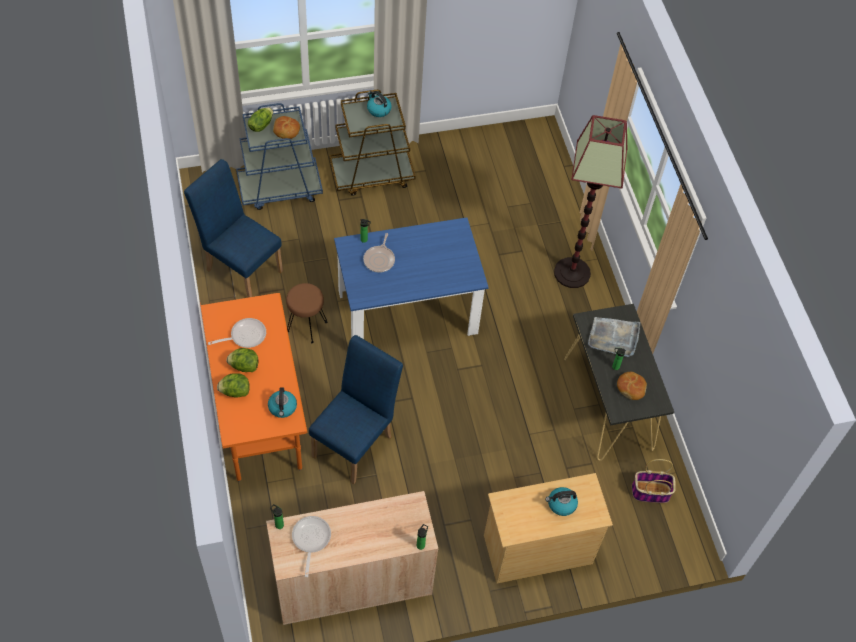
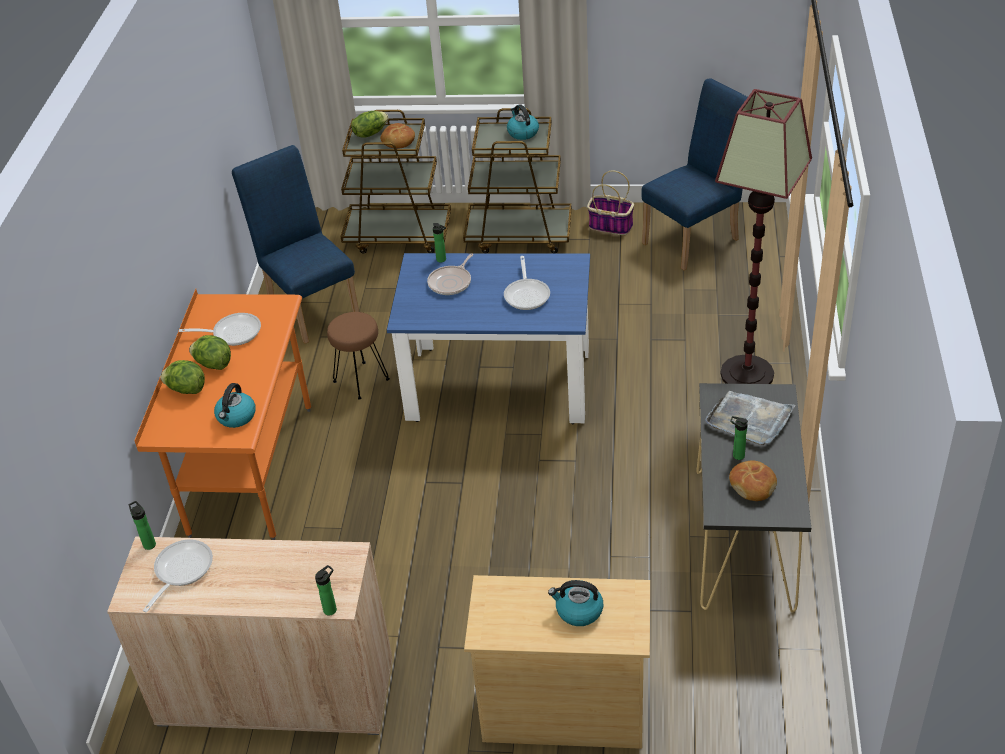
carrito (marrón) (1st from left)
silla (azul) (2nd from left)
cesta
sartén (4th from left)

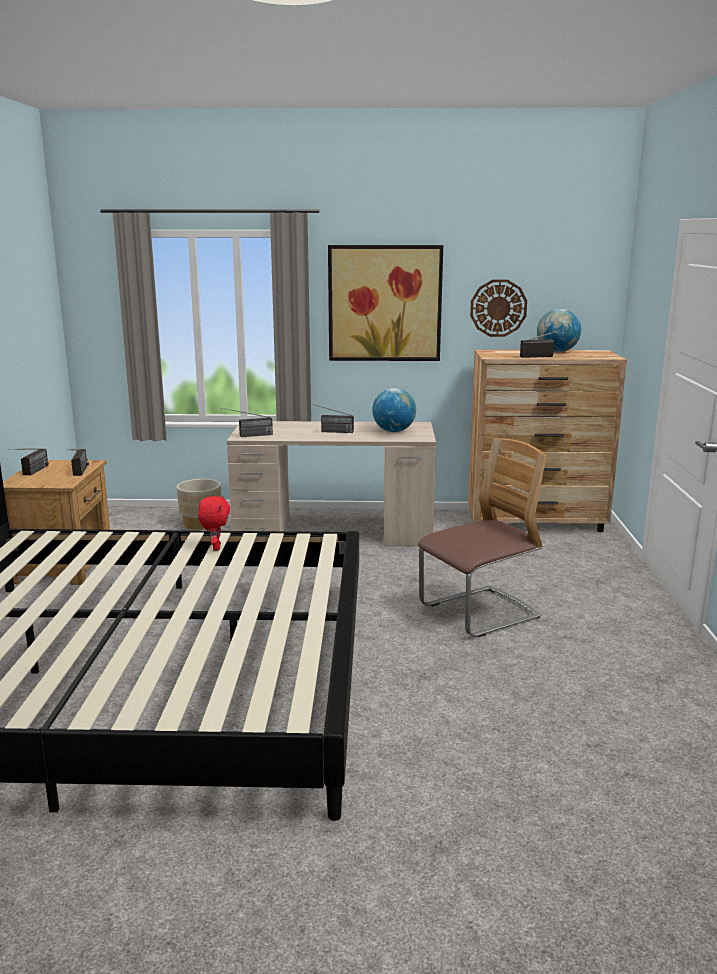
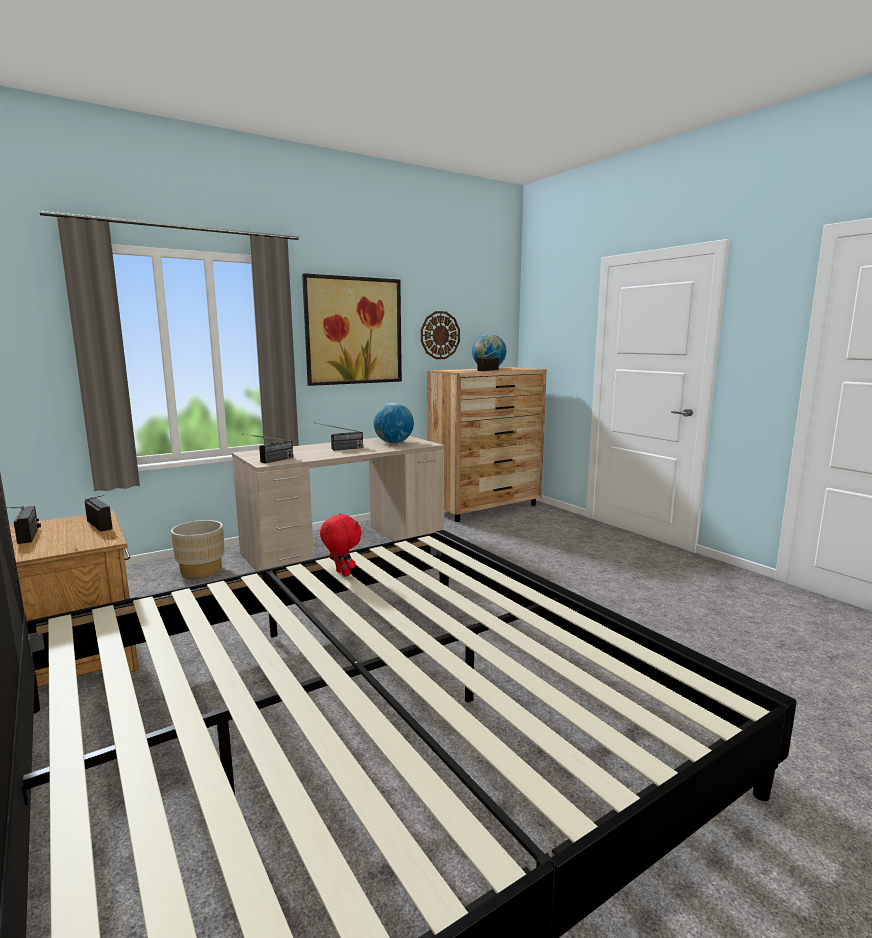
silla

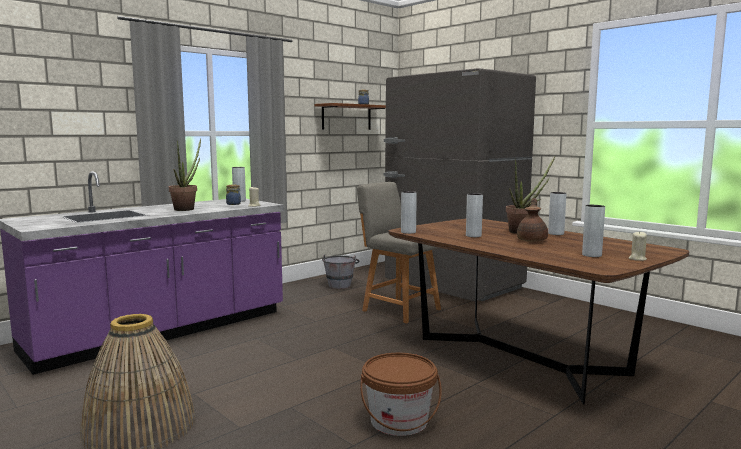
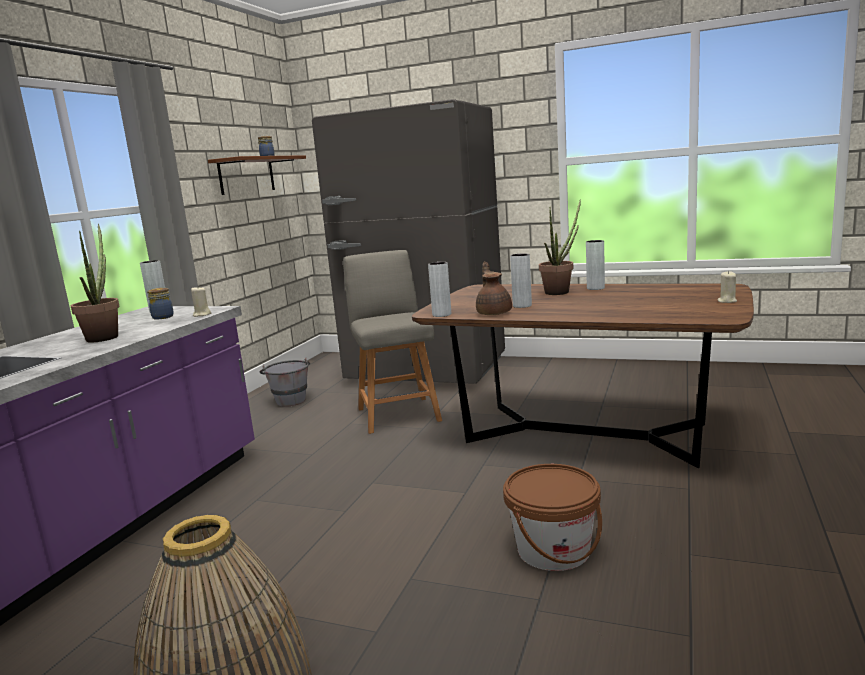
silla (gris)
tetera (marrón)
florero (gris) (5th from left in the first image)

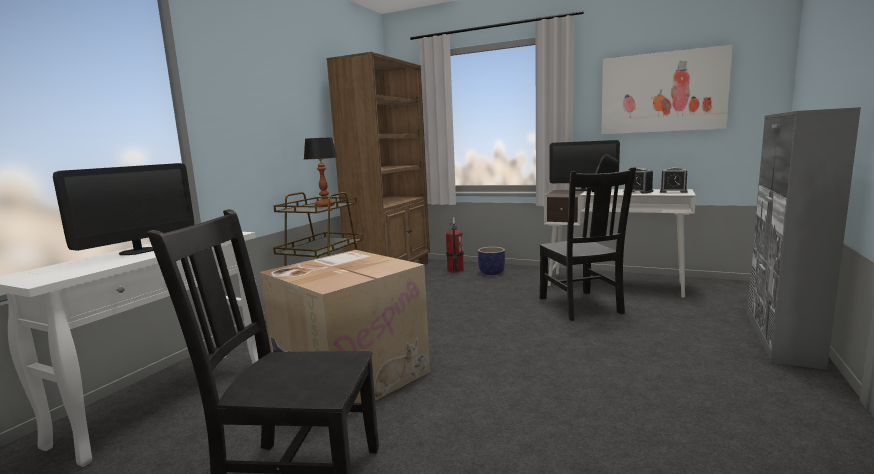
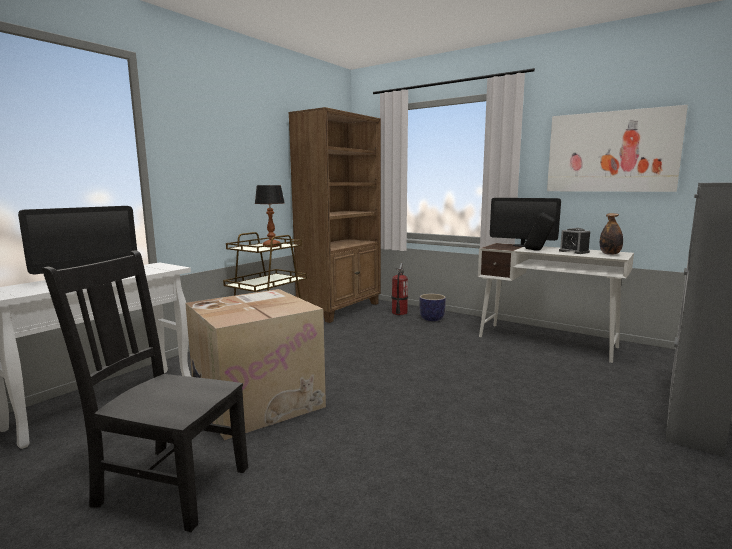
silla (negro) (2nd from left in the first image)
botella

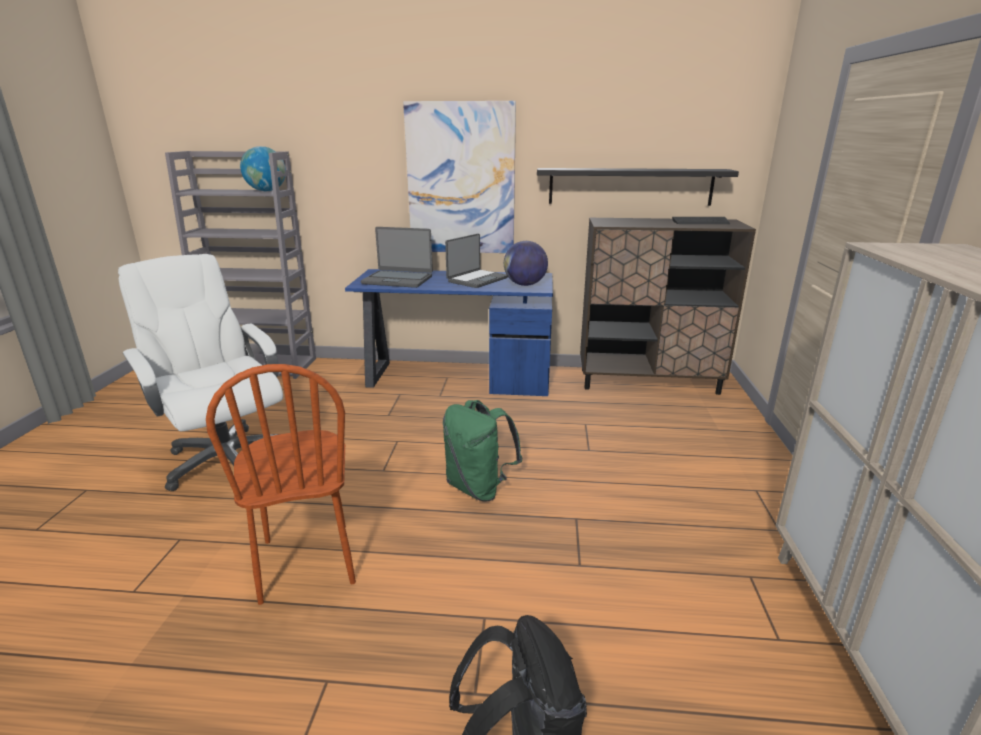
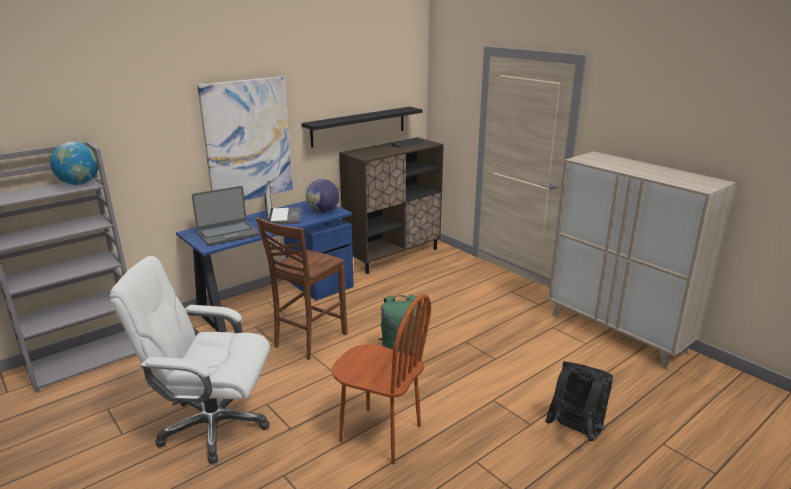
silla (marrón) (1st from left)

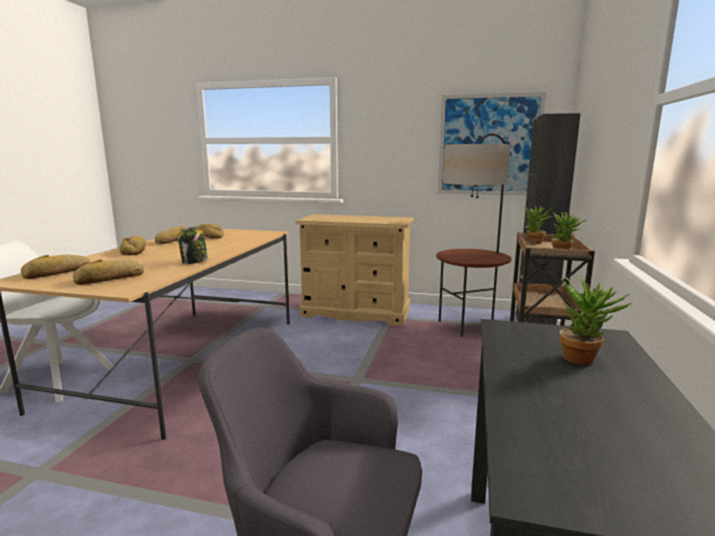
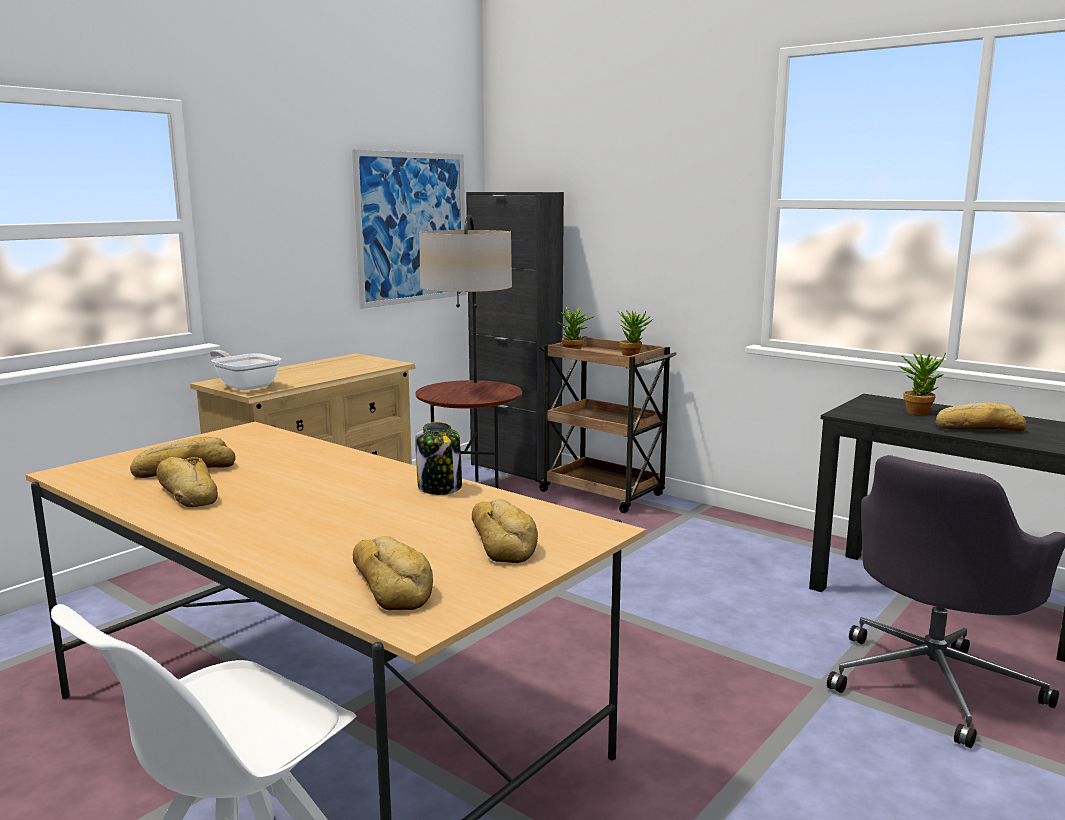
pan (5th from left)
sartén

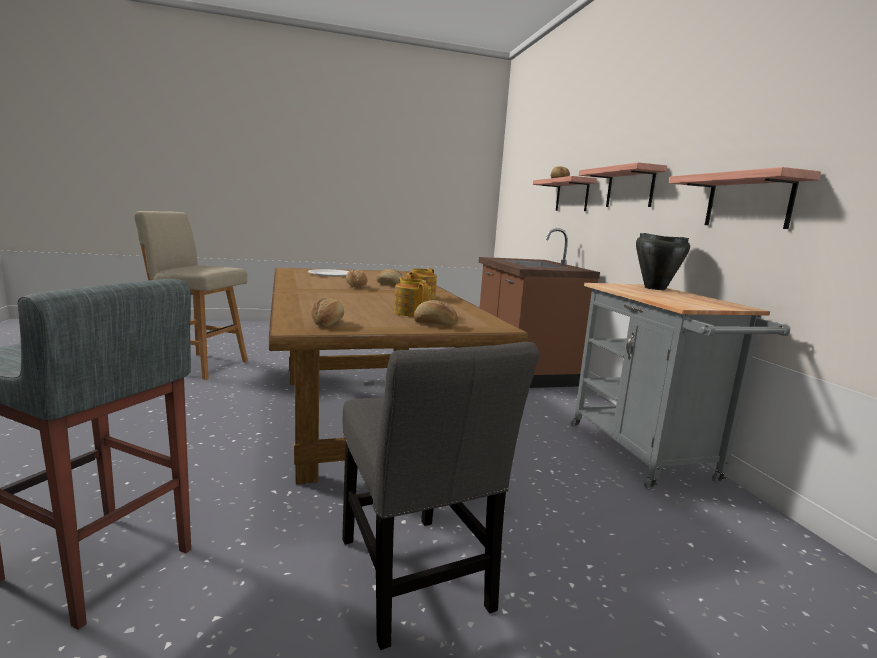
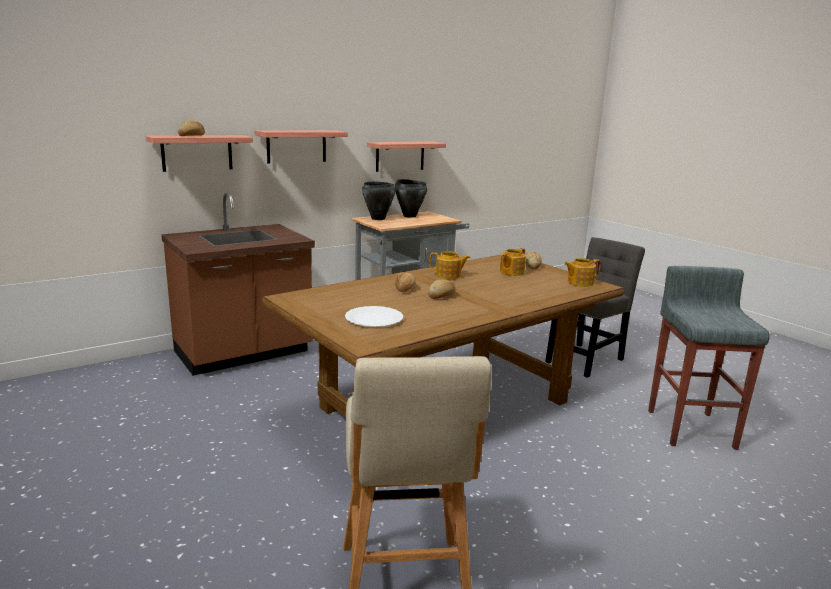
tetera (3rd from left)
olla (negro) (2nd from left)

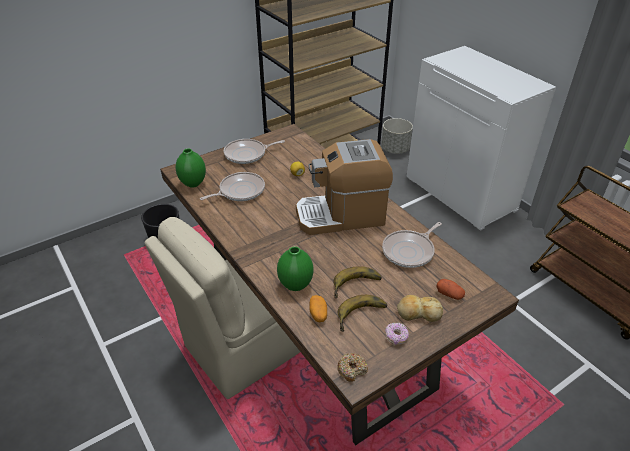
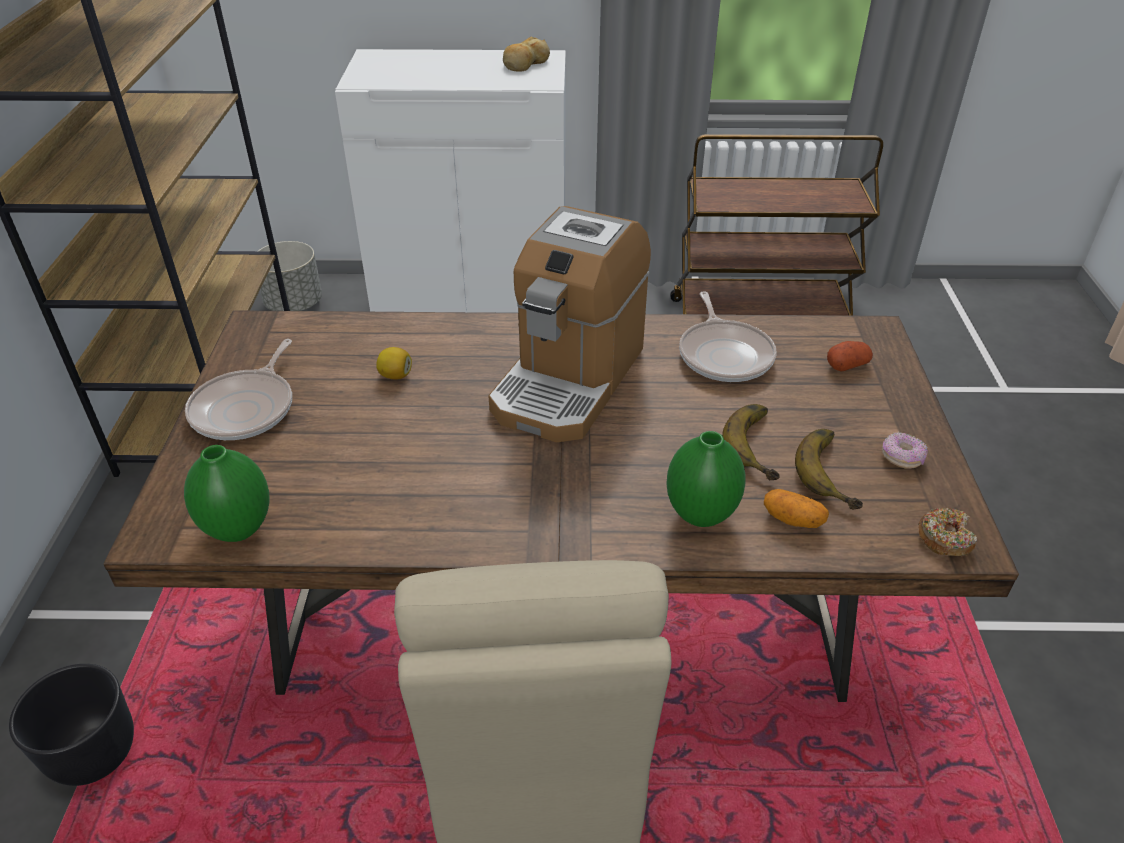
sartén (1st from left in the first image)
pan

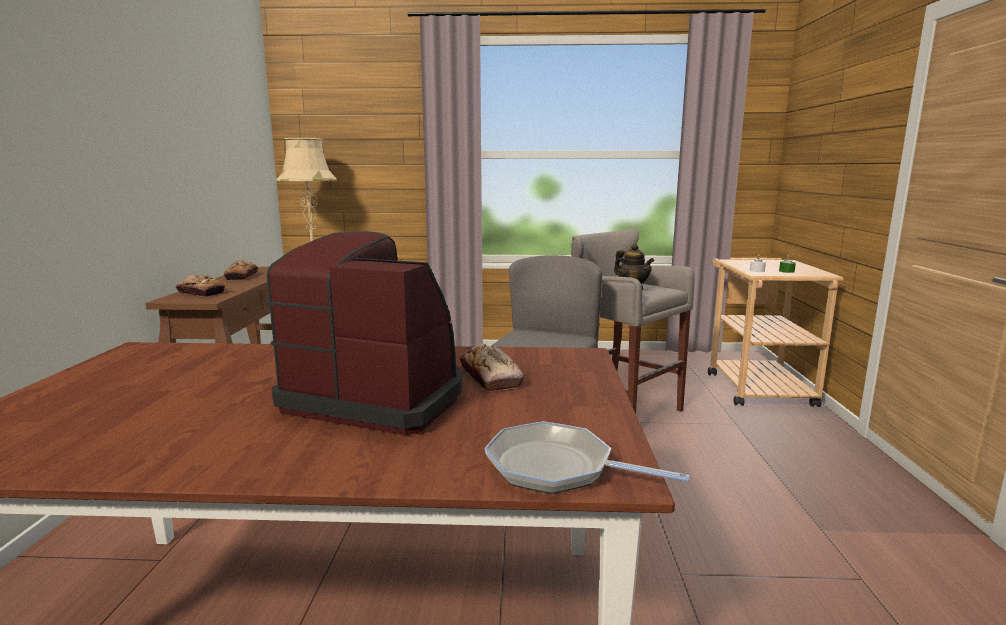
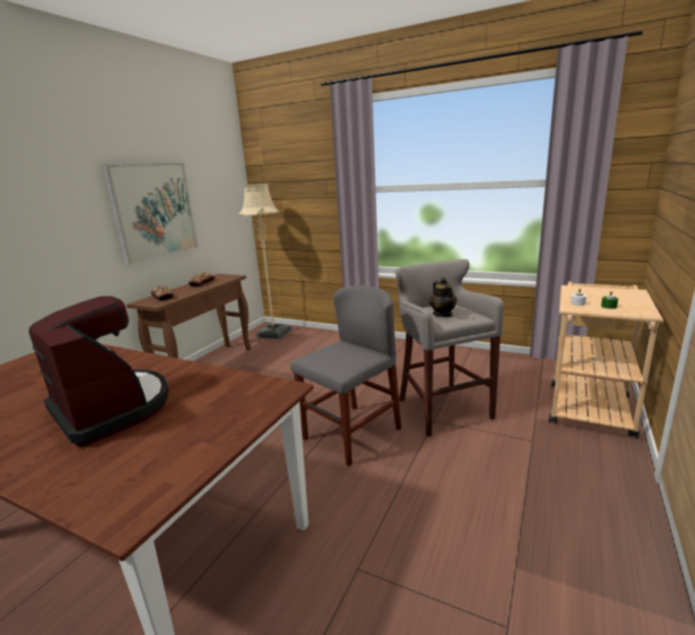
pan (3rd from left in the first image)
sartén
cuadro

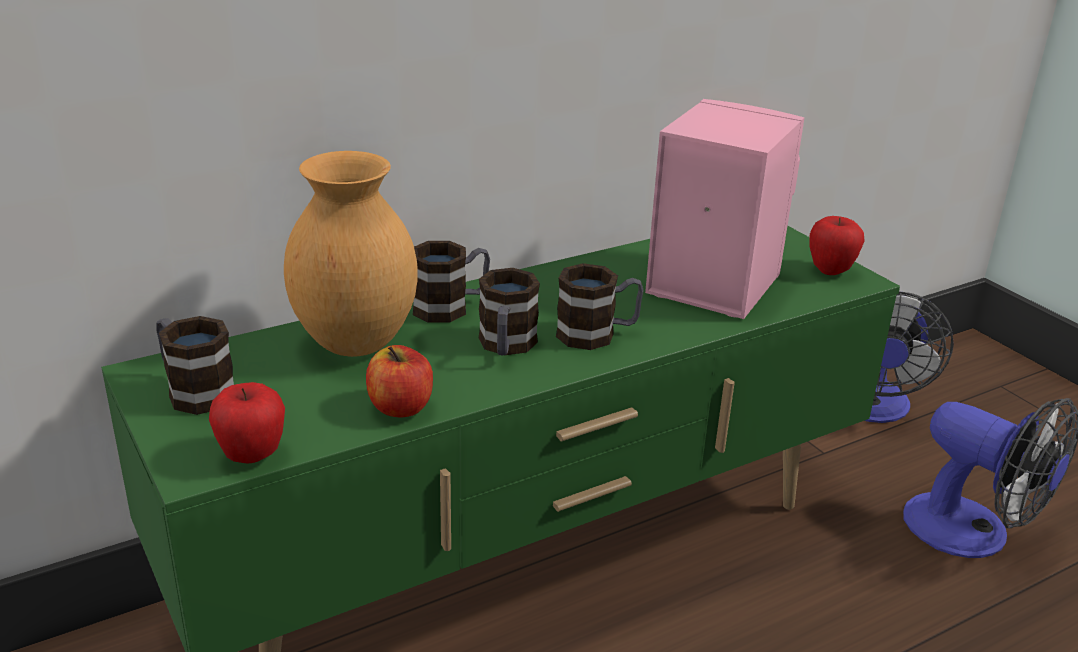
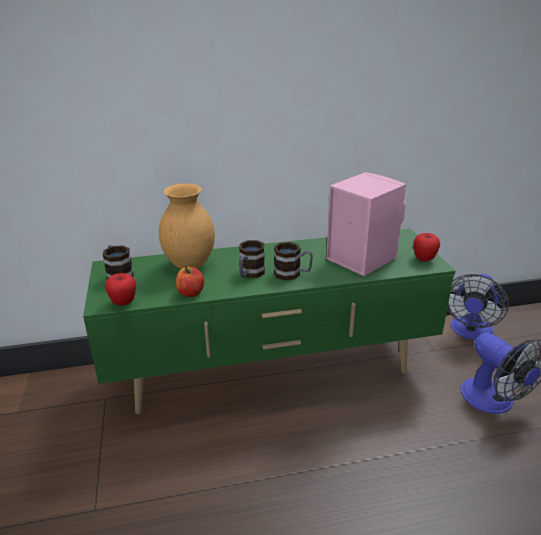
taza grande (2nd from left in the first image)

